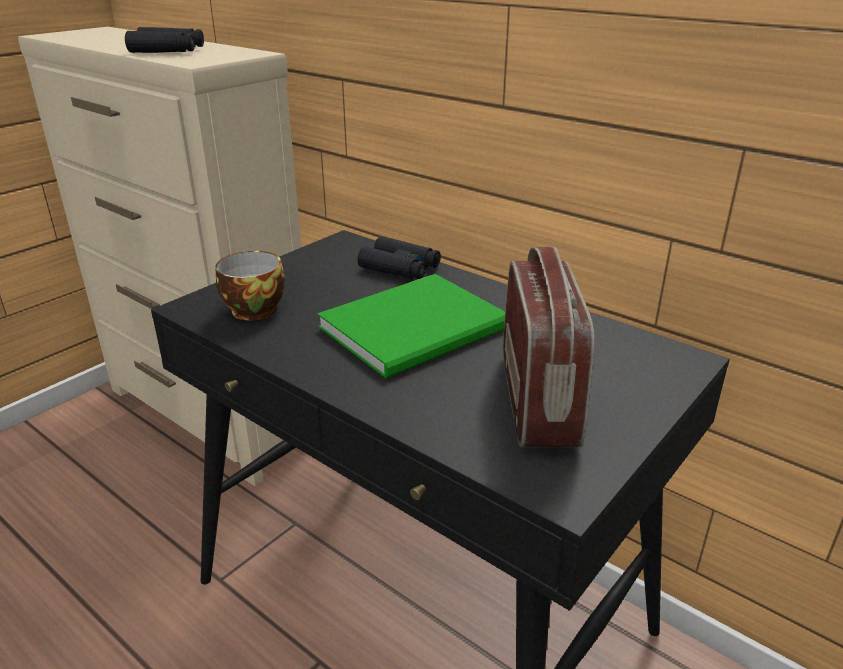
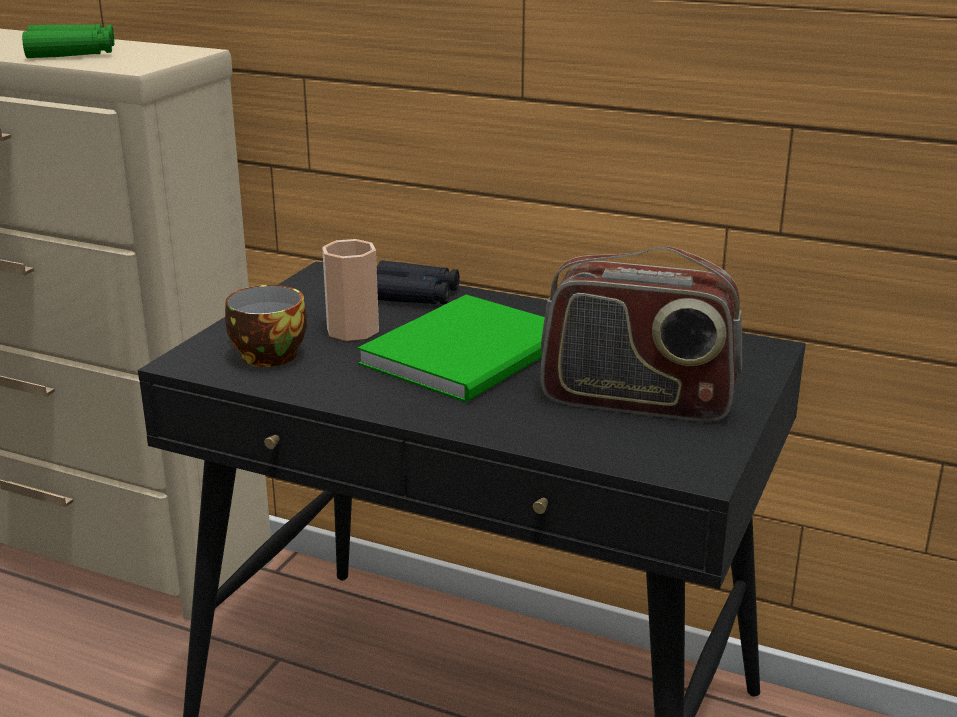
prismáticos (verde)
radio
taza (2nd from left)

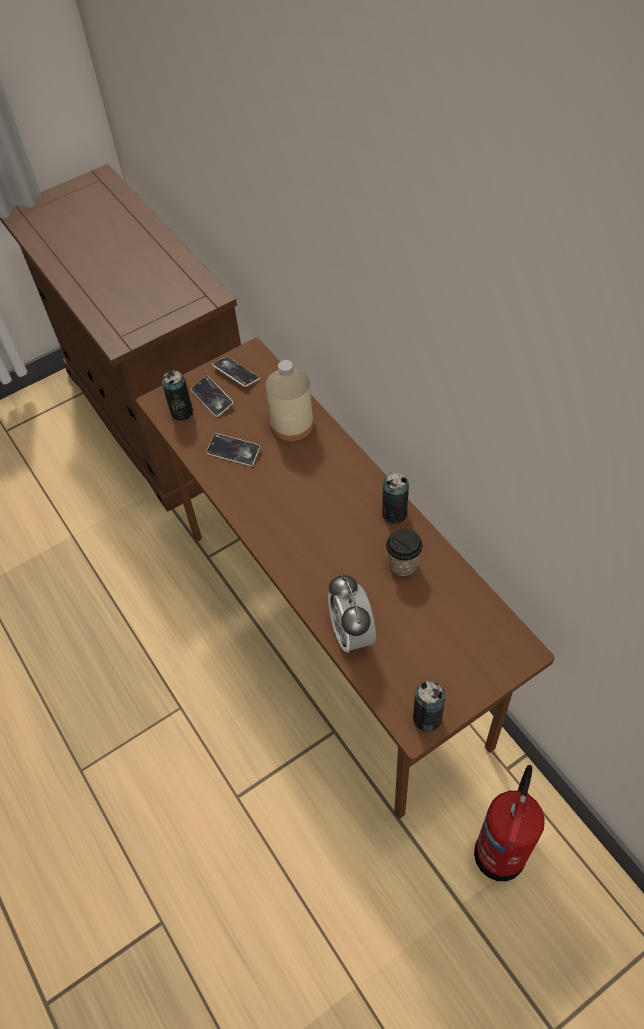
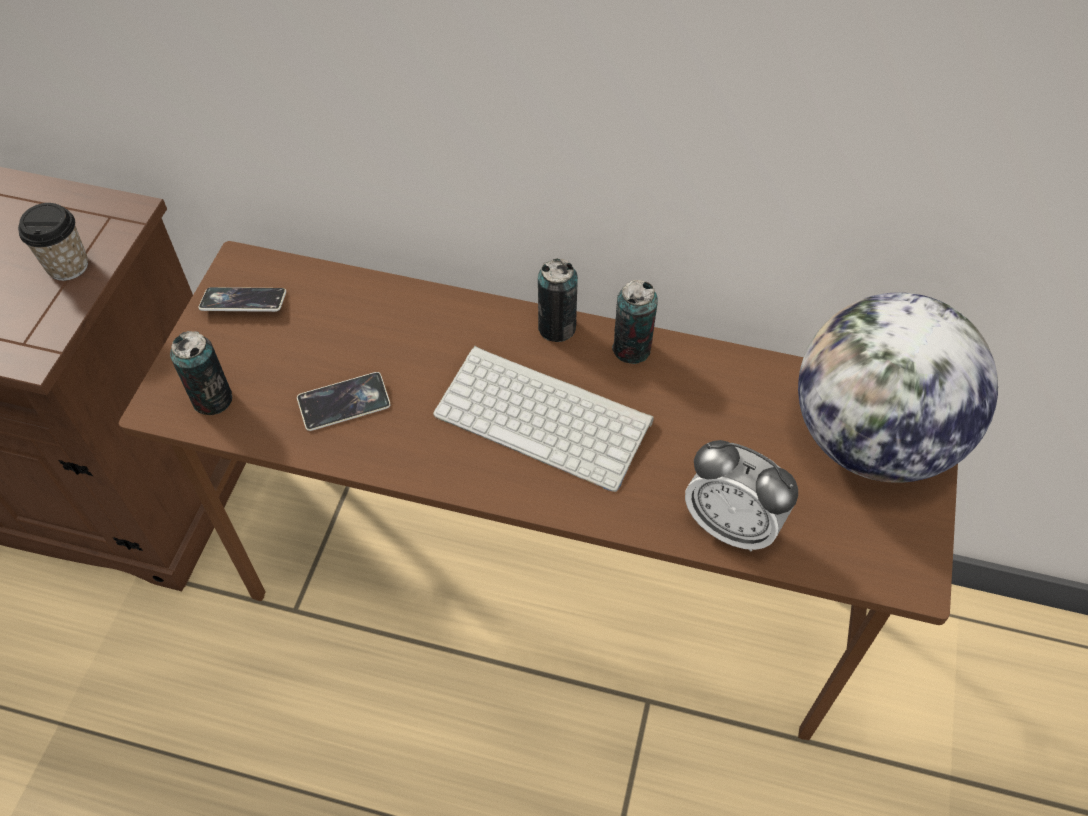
móvil (1st from left in the first image)
botella (beis)
taza
lata (2nd from left)
extintor
teclado
globo terráqueo

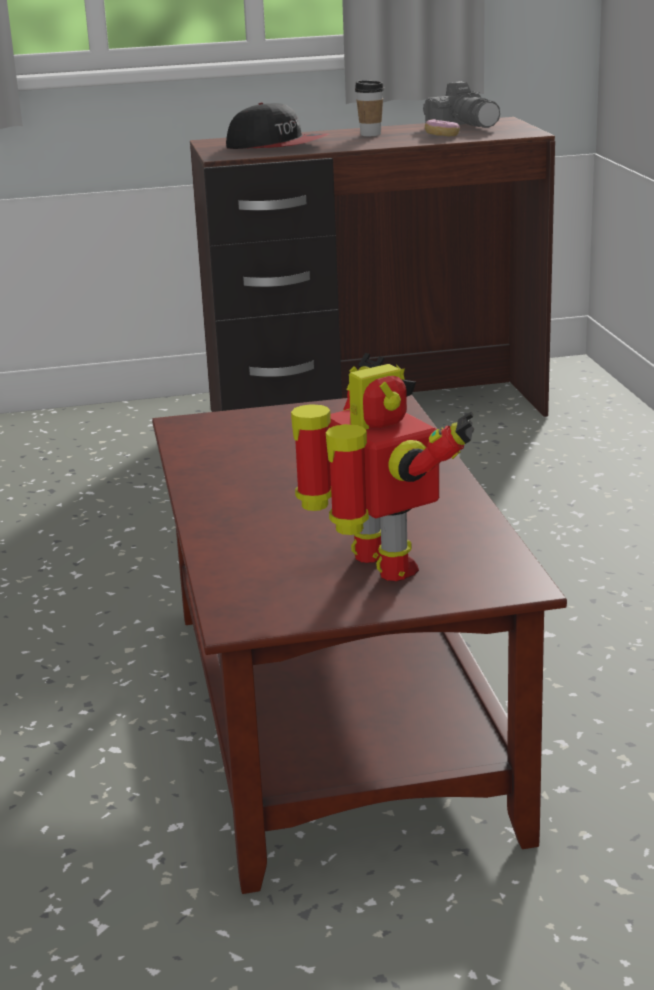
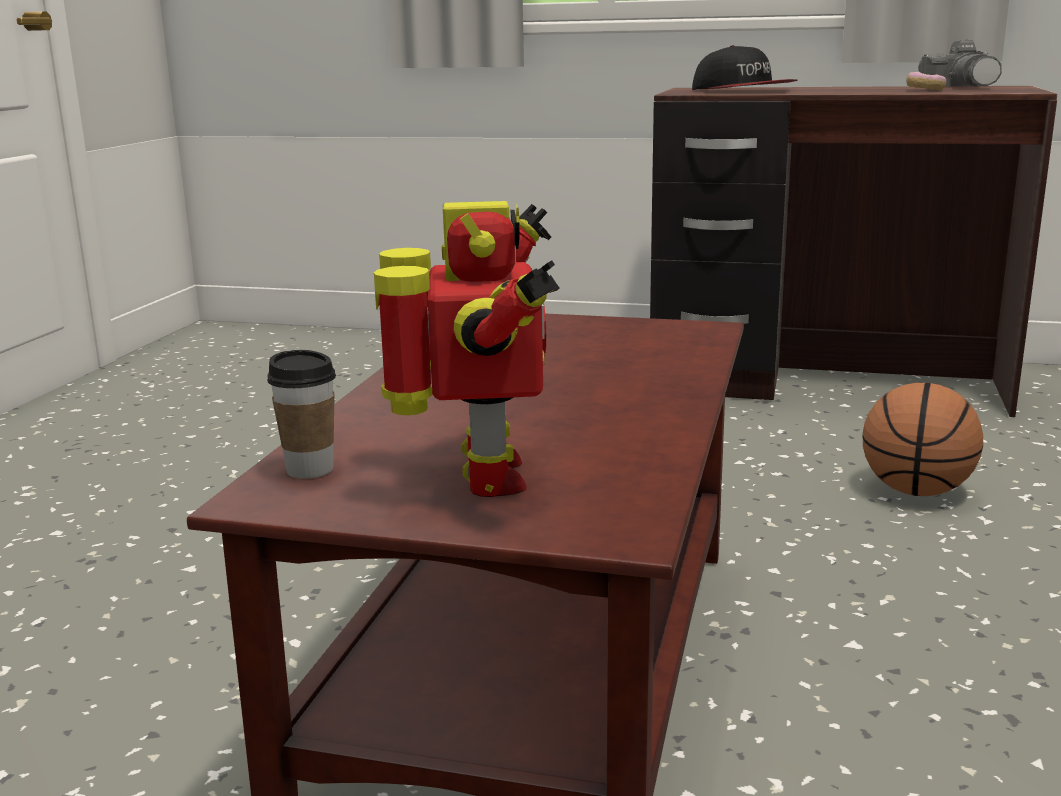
taza
balón de baloncesto

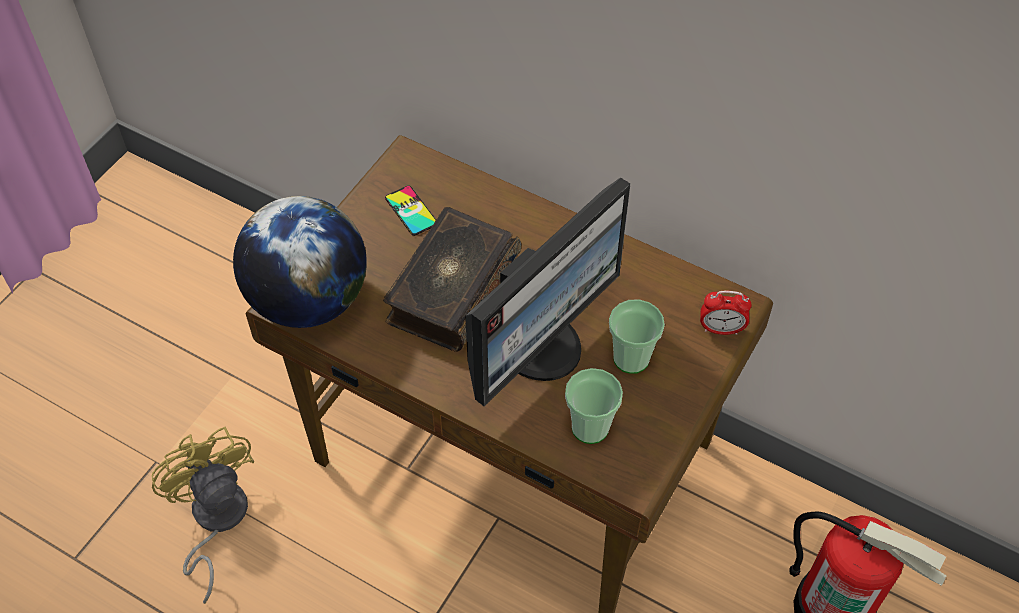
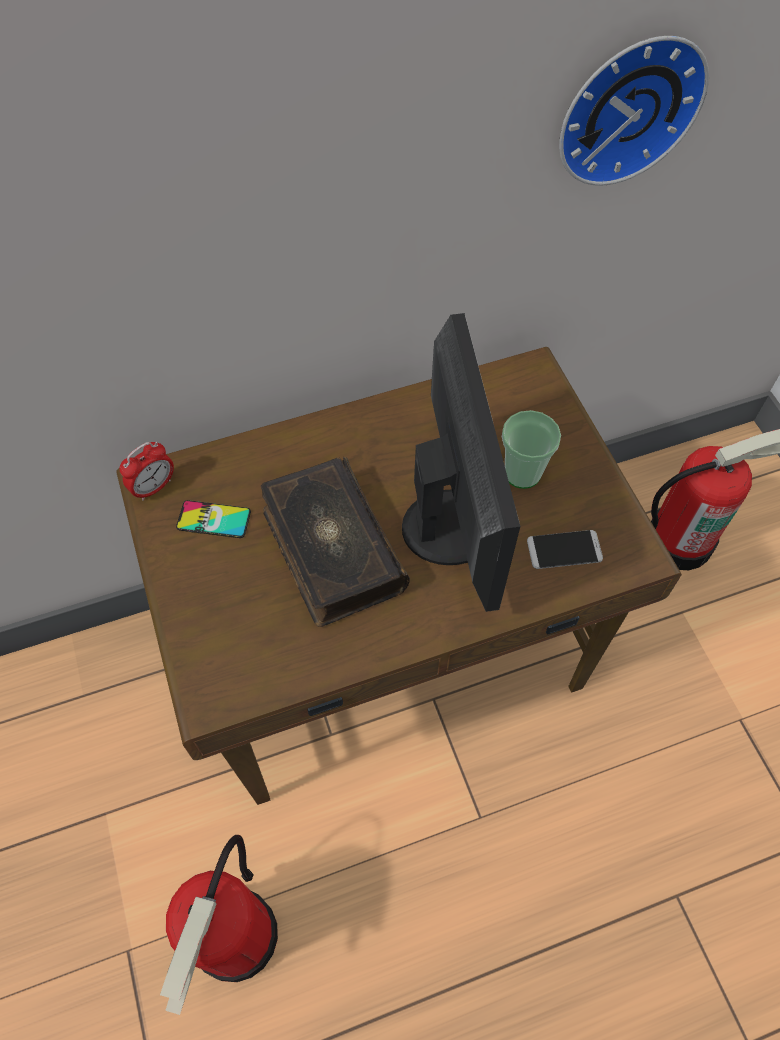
extintor (1st from left)
globo terráqueo
móvil (2nd from left)
despertador
reloj de pared

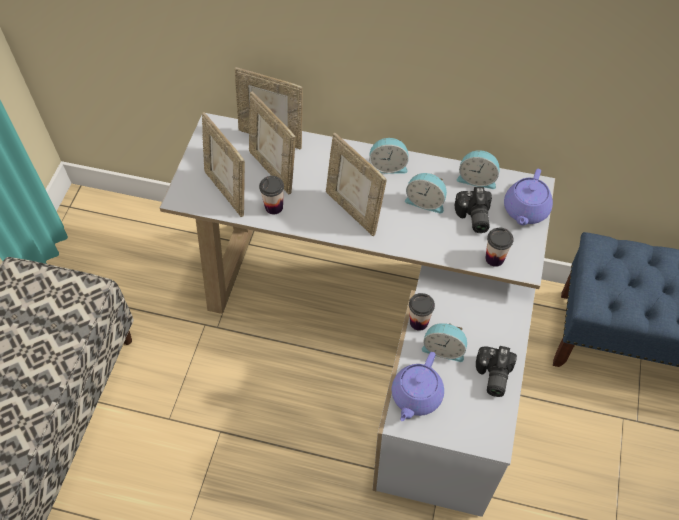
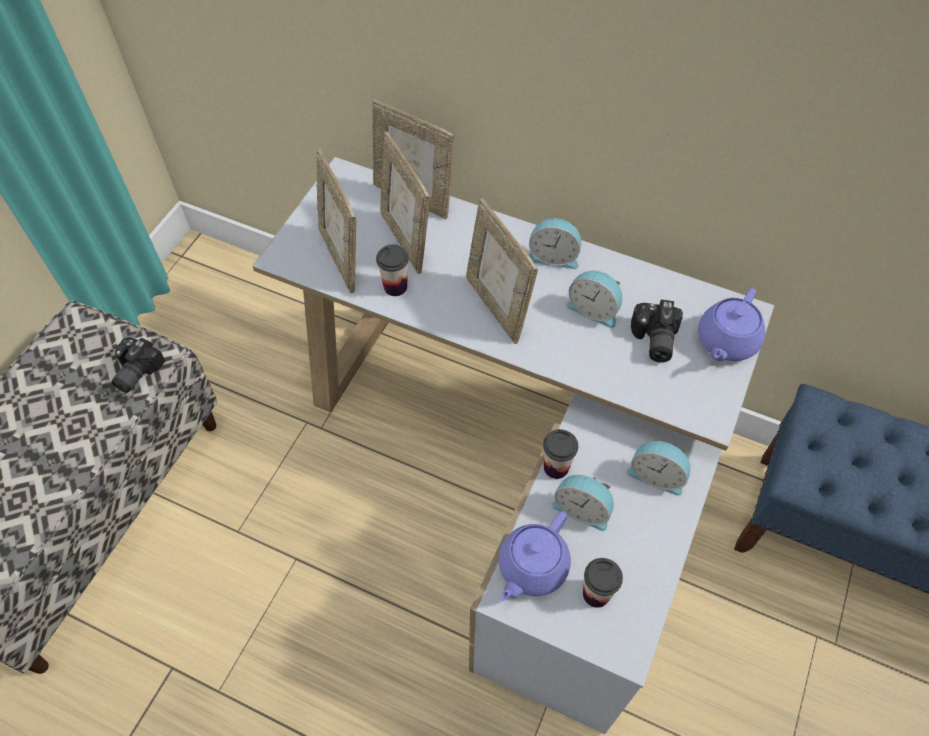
despertador (4th from left)
cámara (1st from left)
taza (3rd from left)

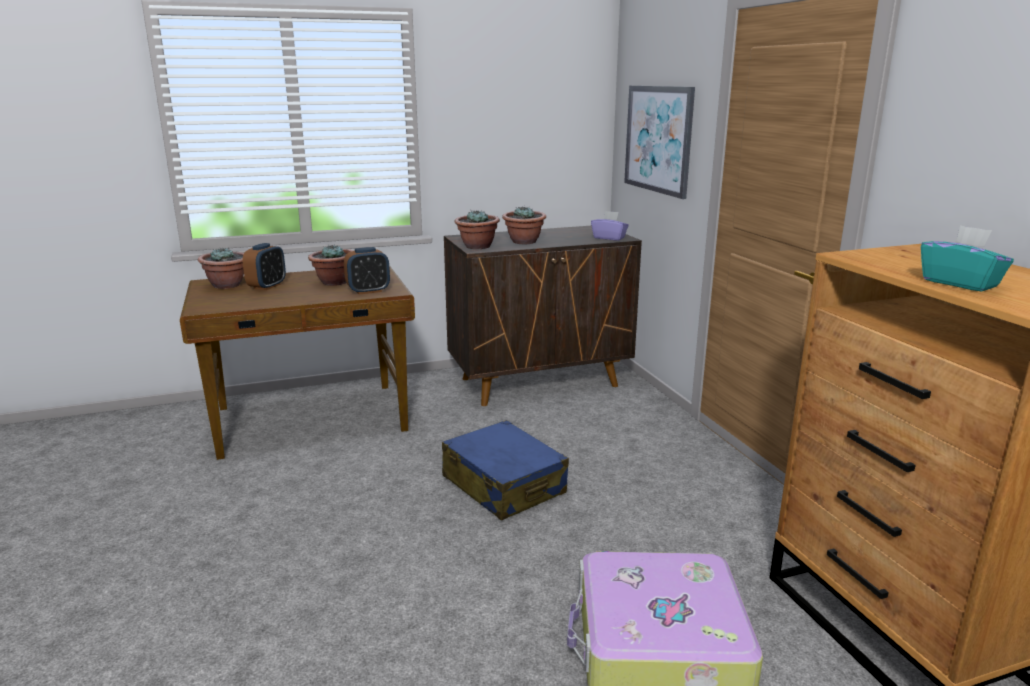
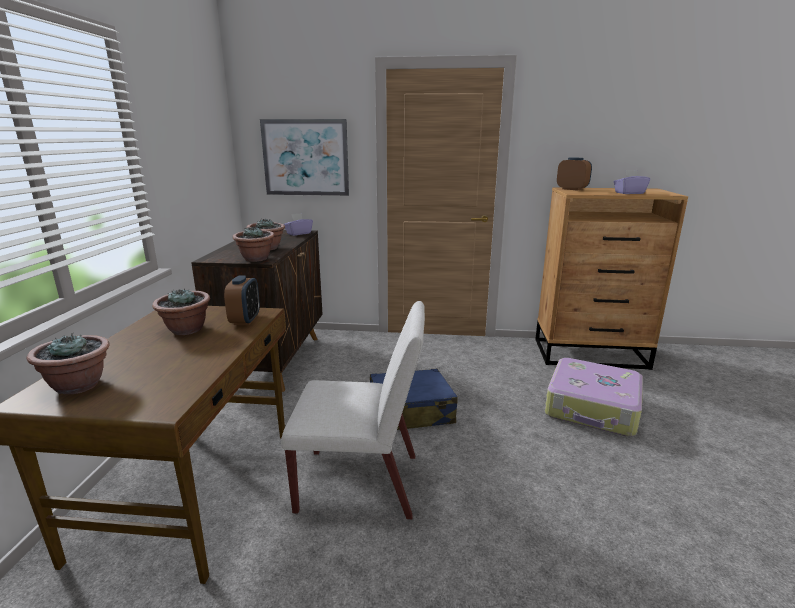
despertador (2nd from left)
caja de pañuelos (morado) (2nd from left)
silla (blanco)

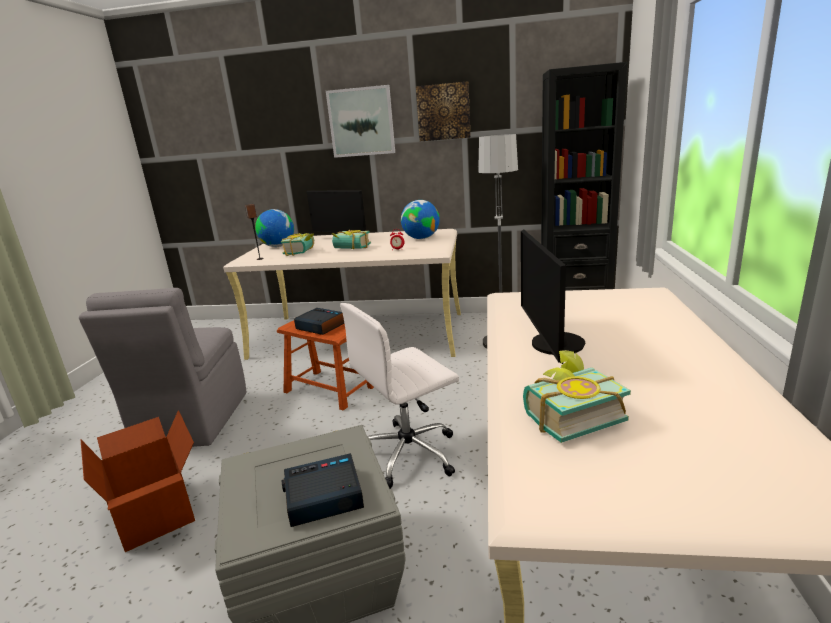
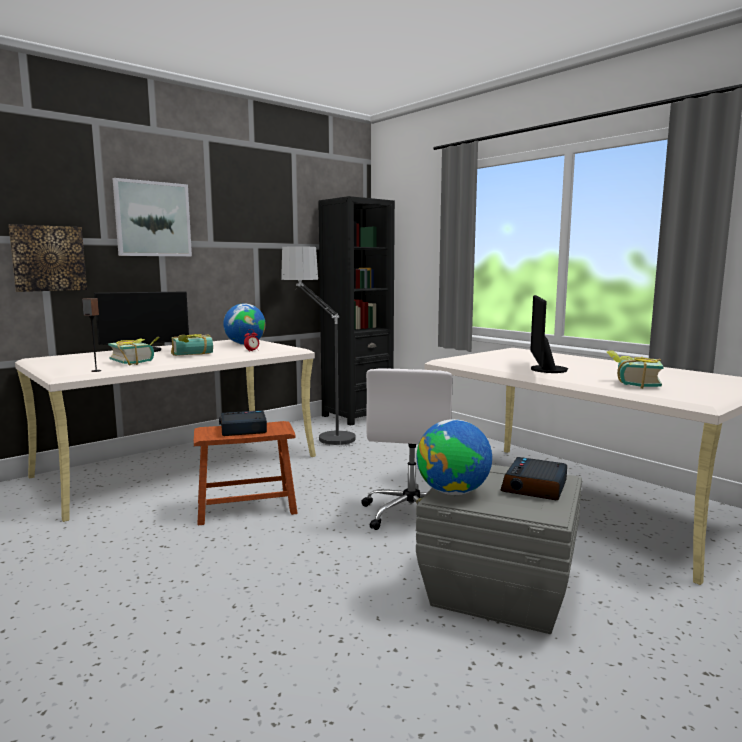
silla (gris)
caja de cartón
globo terráqueo (2nd from left)
cuadro (1st from left)
monitor (2nd from left)

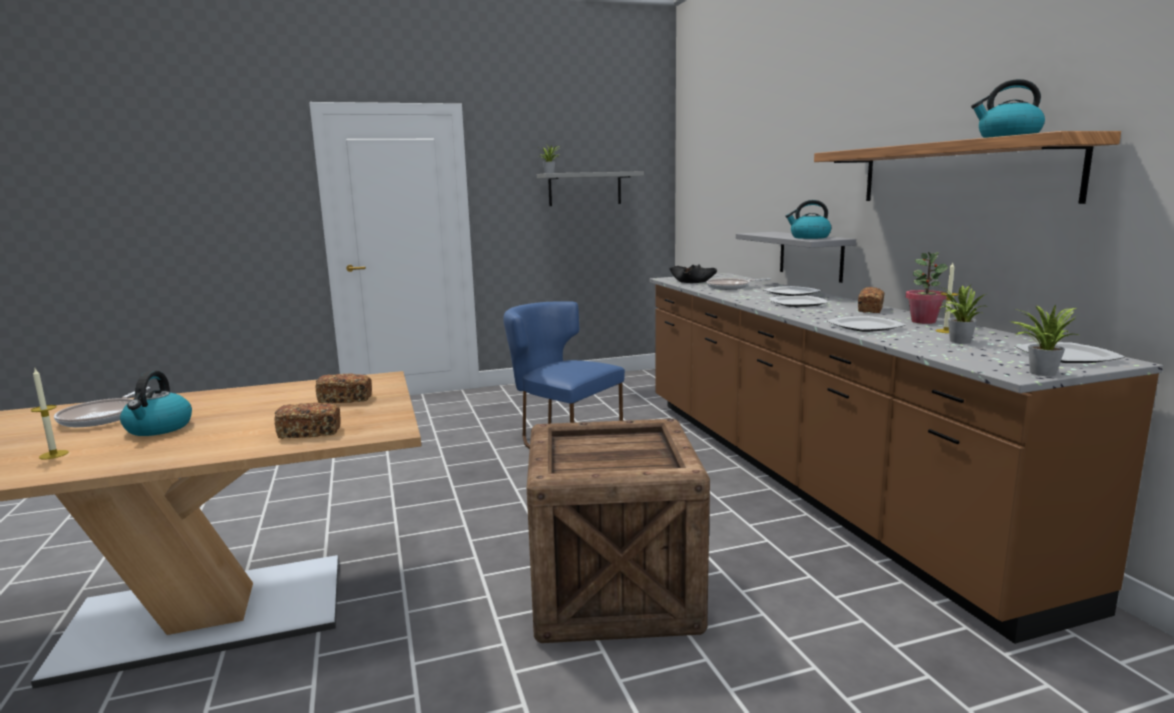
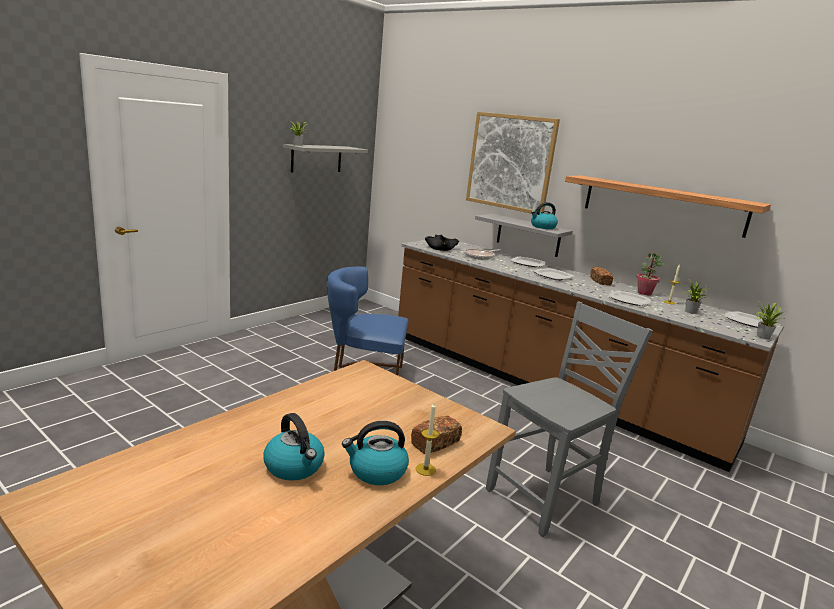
vela (1st from left)
sartén (1st from left in the first image)
pan (2nd from left in the first image)
silla (gris)
hervidor (2nd from left)
cuadro

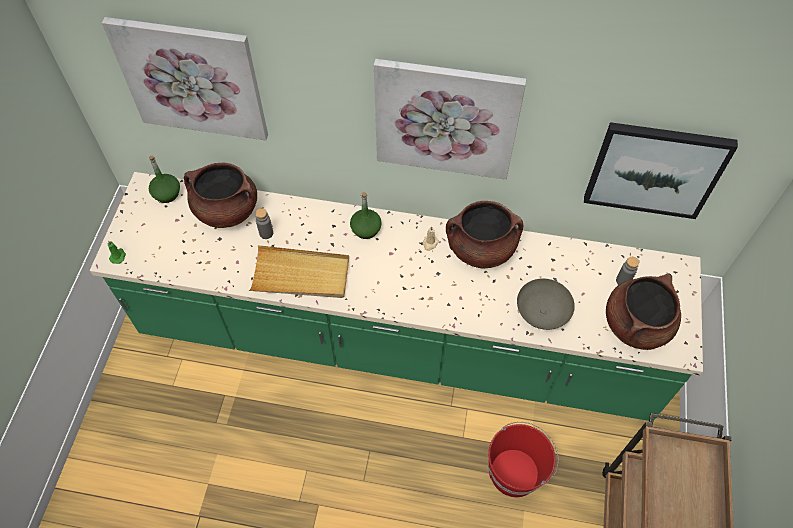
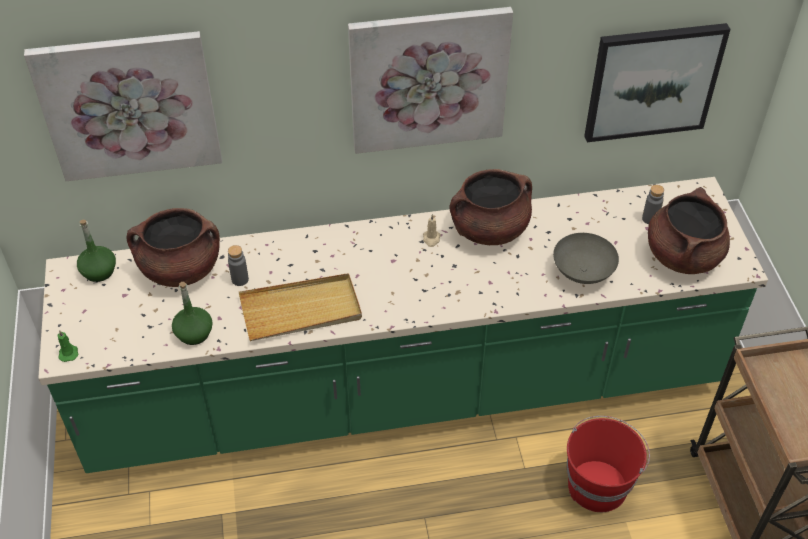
botella (verde) (2nd from left)

